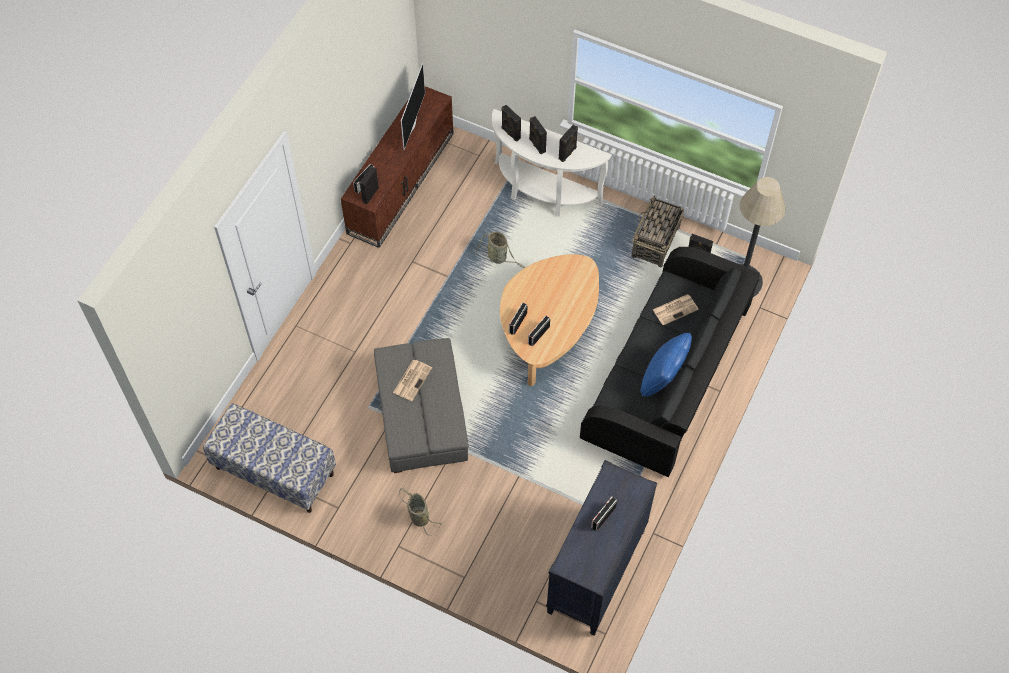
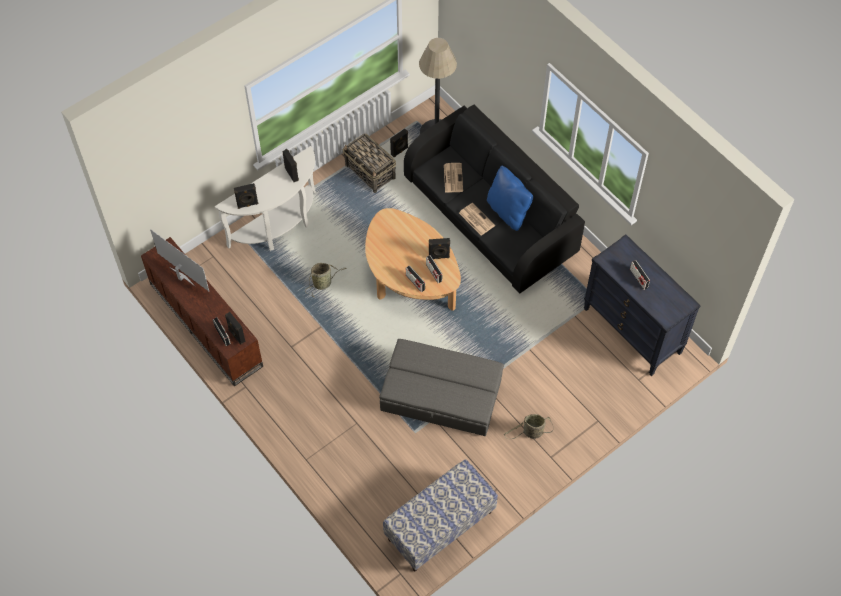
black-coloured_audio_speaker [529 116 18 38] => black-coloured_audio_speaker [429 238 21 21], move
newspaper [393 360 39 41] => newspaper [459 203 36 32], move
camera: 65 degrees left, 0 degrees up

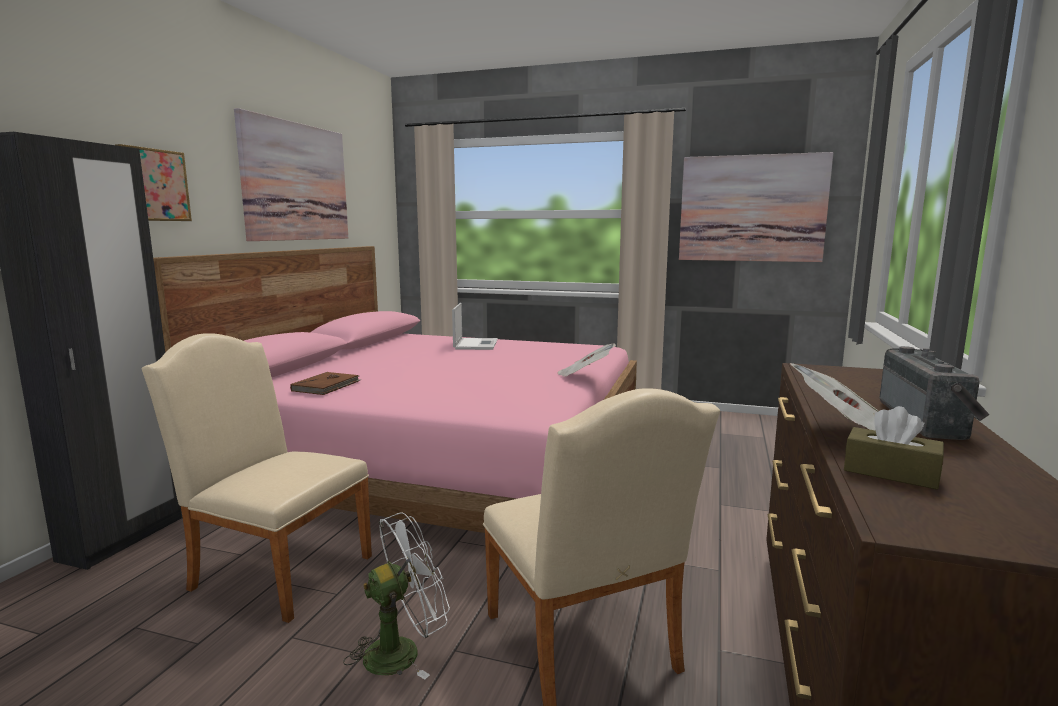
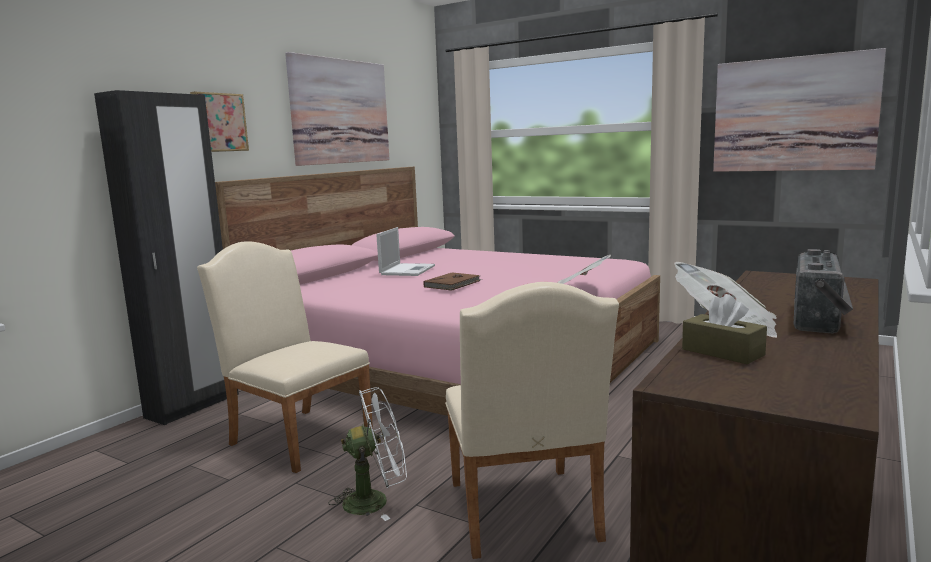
notebook_computer [452 303 46 47] => notebook_computer [376 227 59 49], move
brown-coloured_volume [290 372 72 23] => brown-coloured_volume [423 272 60 19], move
camera: 15 degrees right, 0 degrees up

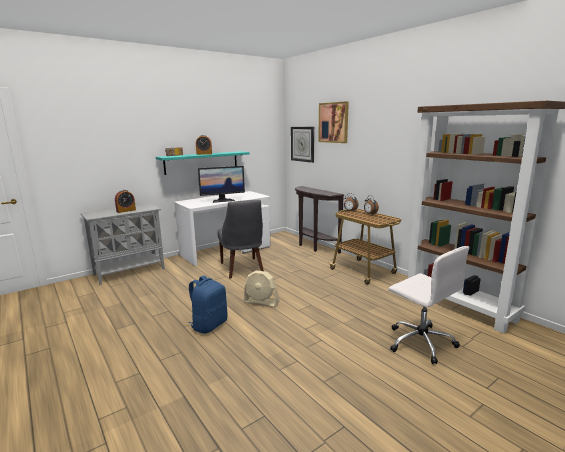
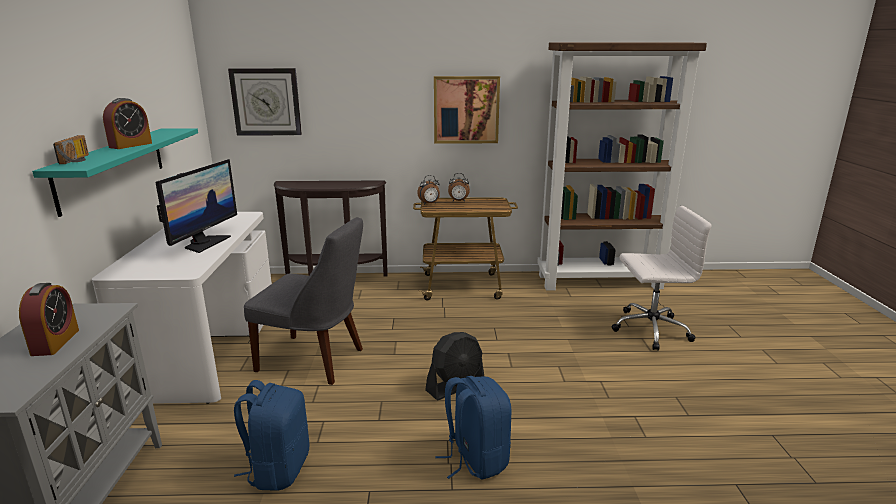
nothing => bluish_rucksack [234 380 75 111]
sand-coloured_cooling_fan [244 270 36 37] => black-coloured_cooling_fan [425 332 60 68]
wall_art [318 101 31 42] => wall_art [434 76 66 68], move
camera: 55 degrees left, 5 degrees up

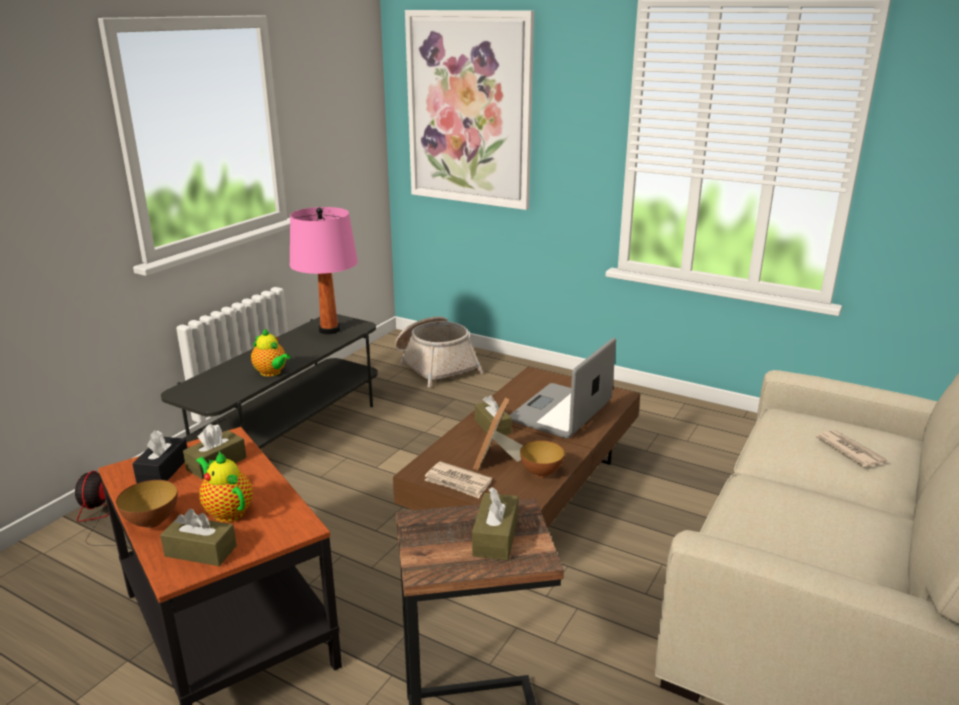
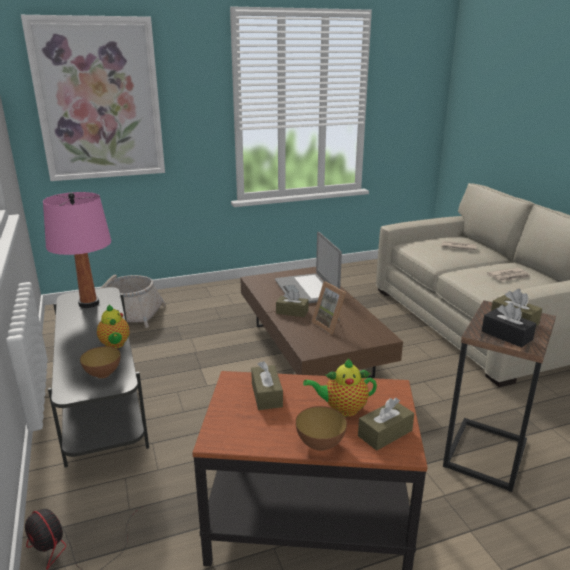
bowl [520 440 45 37] => bowl [80 346 41 32], move
pot_for_tea [251 328 40 49] => pot_for_tea [97 305 32 43], 75 degrees clockwise
black-coloured_tissue_holder [132 430 55 53] => black-coloured_tissue_holder [482 303 54 45], move
newspaper [425 461 67 37] => newspaper [487 268 43 14], move
camera: 50 degrees left, 0 degrees up

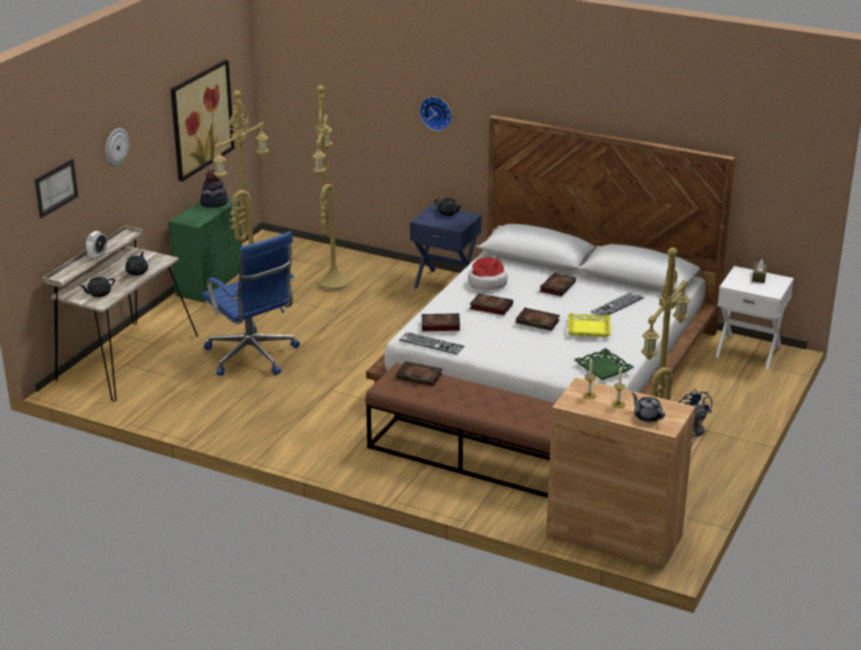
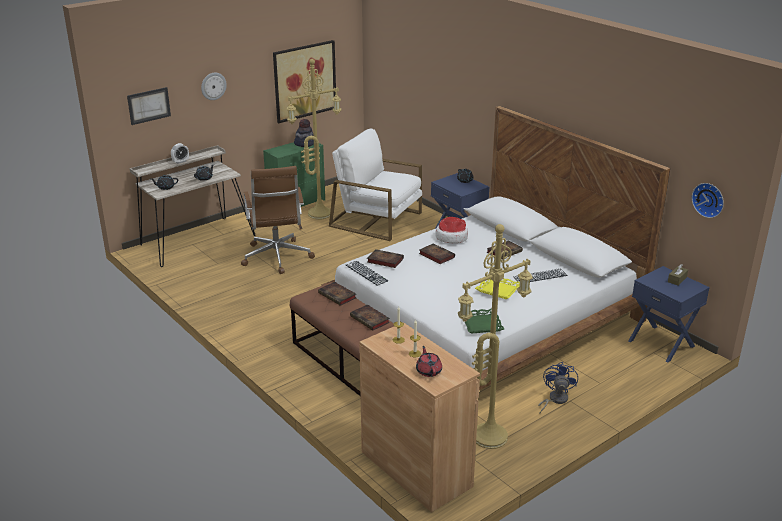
bluish_desk_chair [202 231 98 145] => brown-coloured_desk_chair [241 166 74 108]
yellow-coloured_floor_lamp [313 85 37 207] => white-coloured_easy_chair [329 128 93 113]
volume [516 308 44 23] => volume [350 304 40 27], move
grey_pot_for_tea [632 392 33 30] => reddish_pot_for_tea [416 346 26 31]
white-coloured_night_table [716 266 78 103] => bluish_night_table [628 266 82 97]
wall_clock [419 97 33 34] => wall_clock [692 183 32 35], move
camera: 25 degrees right, 0 degrees up

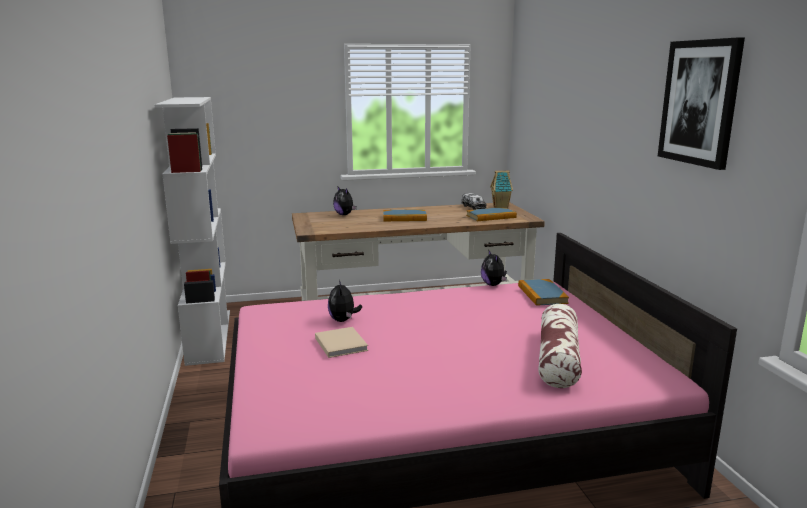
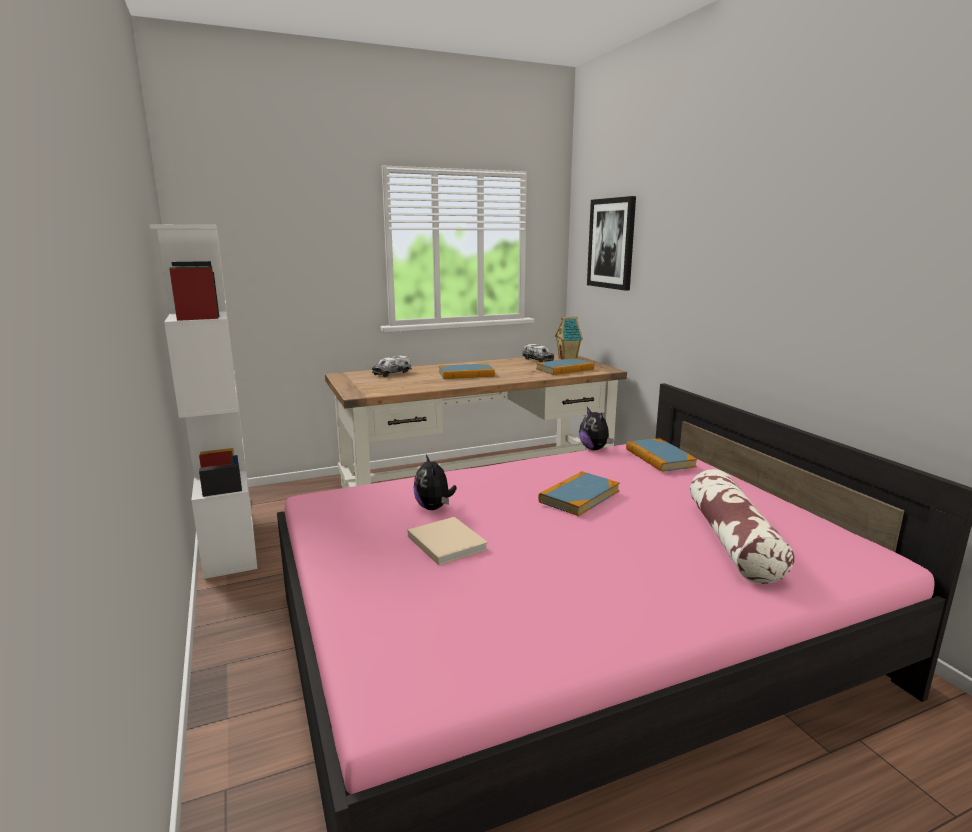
cuddly_toy [333 186 23 29] => toy_truck [372 355 39 22]
nothing => volume [538 471 82 45]
wall_art [658 37 87 133] => wall_art [587 196 49 95], move
camera: 10 degrees left, 0 degrees up

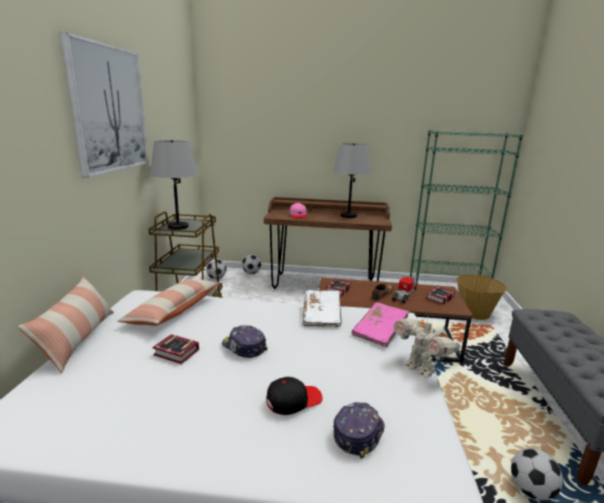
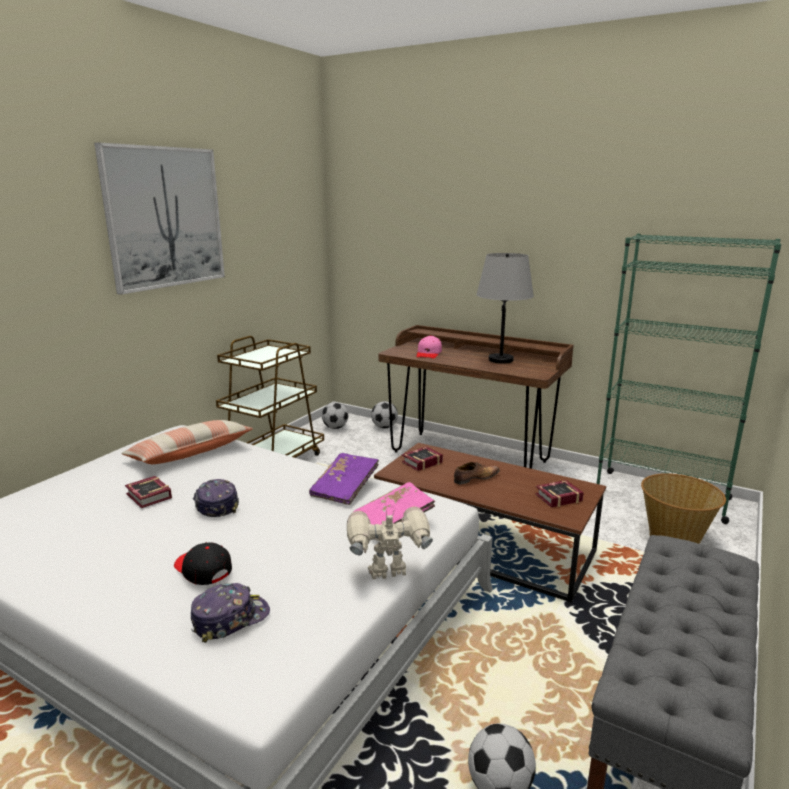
black-coloured_cap [266 377 56 38] => black-coloured_cap [174 542 58 43], 135 degrees counterclockwise
white-coloured_volume [303 290 39 37] => purple-coloured_volume [309 453 70 52]
model_robot [394 318 66 60] => model_robot [347 506 86 73], 90 degrees clockwise
throw_pillow [18 276 96 98] => nothing
grey_tabletop_lamp [150 140 48 90] => nothing
toy_truck [392 274 26 30] => nothing
camera: 25 degrees right, 0 degrees up

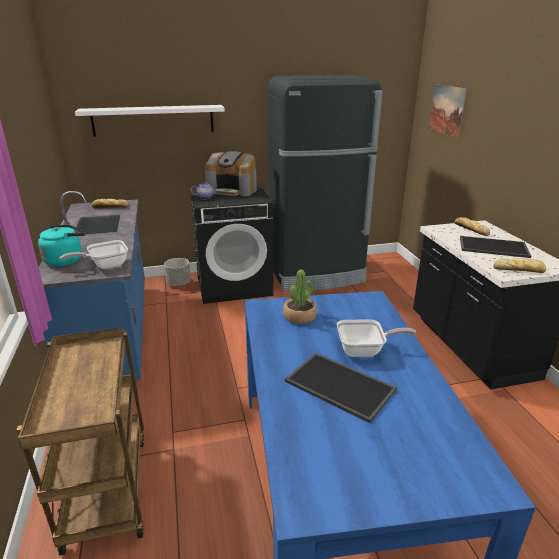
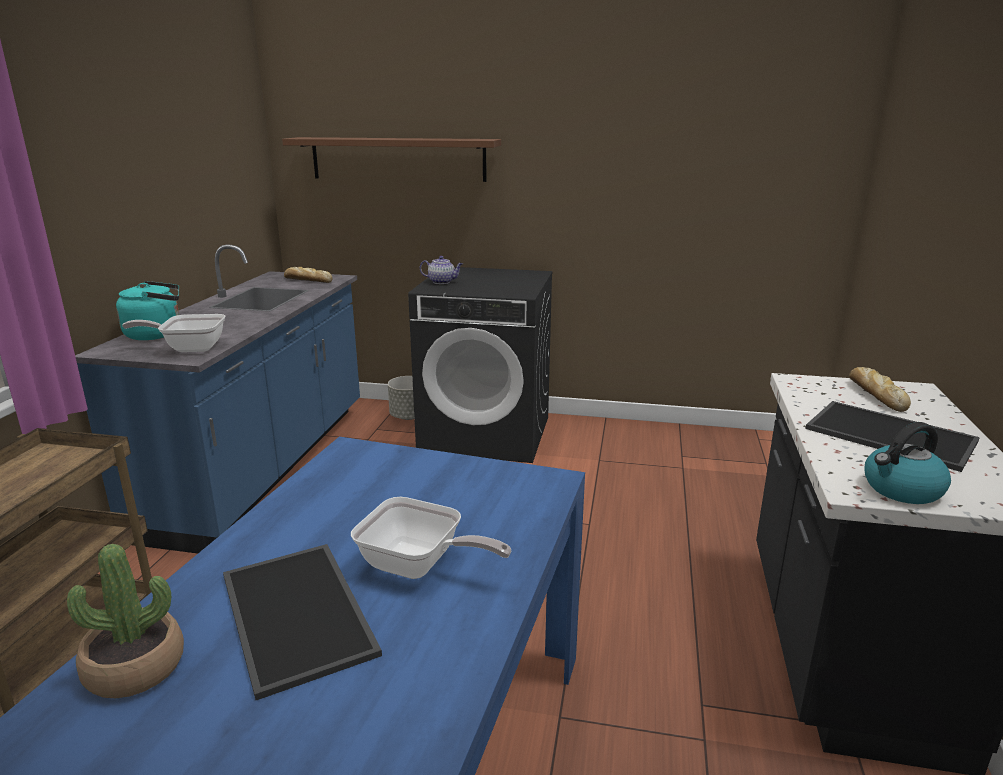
houseplant [283 270 34 54] => houseplant [67 544 117 154], move
white-coloured_shelf [75 105 150 31] => brown-coloured_shelf [282 137 219 45]
bread [493 258 53 15] => tea_kettle [864 422 87 82]
coffee_maker [205 151 52 45] => nothing
black-coloured_refrigerator [268 75 114 216] => nothing
wall_art [429 84 39 54] => nothing
camera: 25 degrees right, 5 degrees down

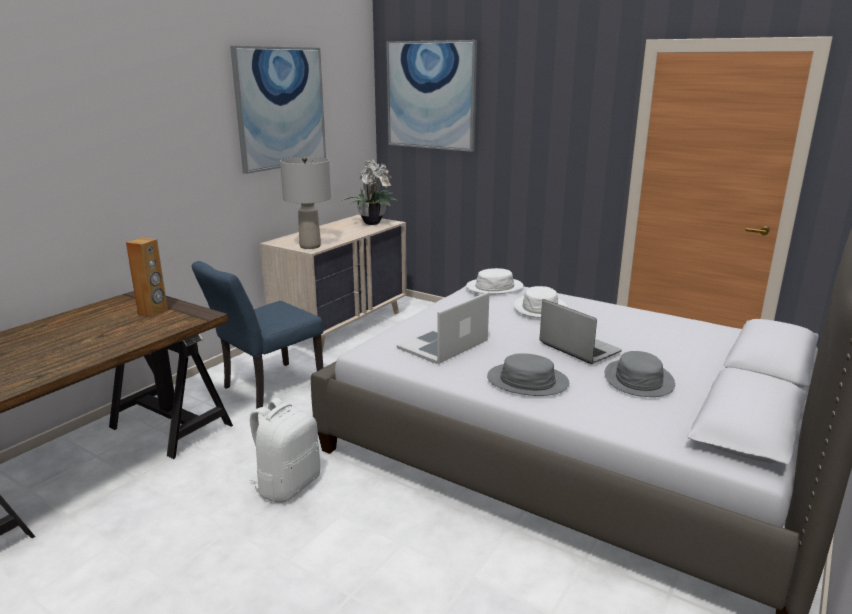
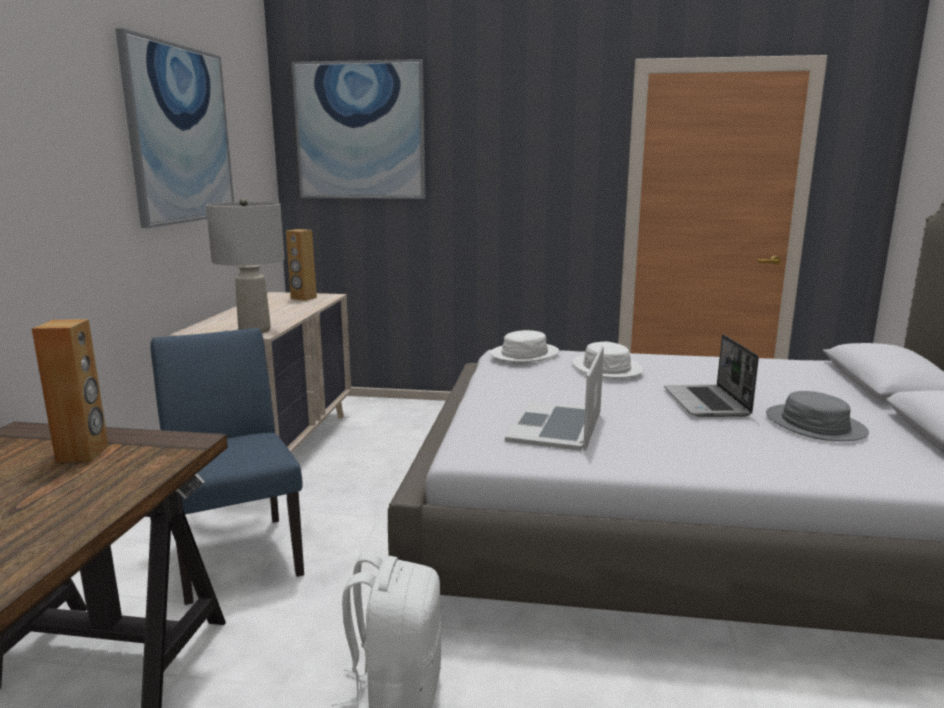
bluish_plain_chair [192 261 131 148] => bluish_plain_chair [150 328 154 277], 135 degrees clockwise
houseplant [342 160 57 65] => brown-coloured_audio_speaker [286 229 31 72]
notebook_computer [540 299 82 65] => notebook_computer [664 334 95 83], 120 degrees counterclockwise
grey_wearable_hat [487 353 82 43] => nothing
camera: 25 degrees left, 5 degrees down

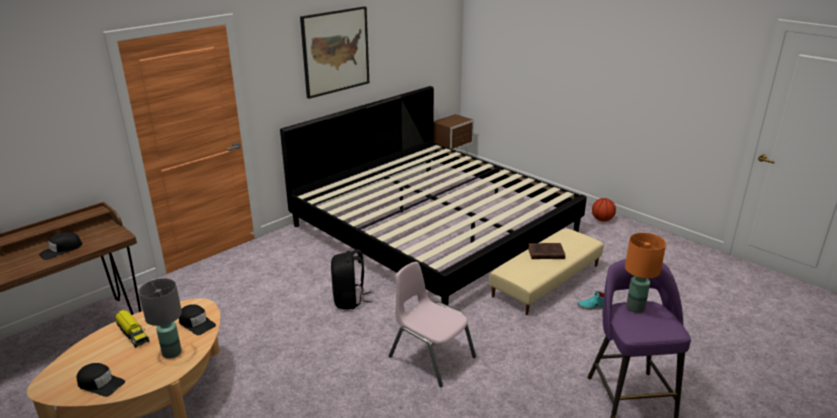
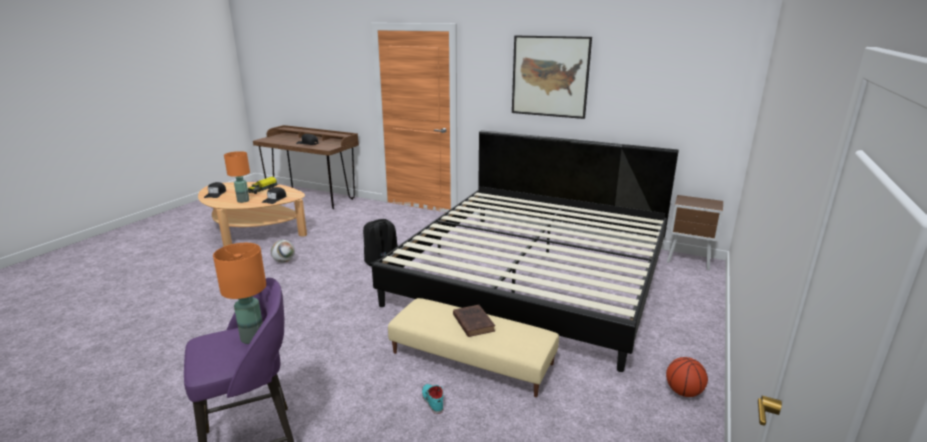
grey_tabletop_lamp [139 278 43 81] => orangey_tabletop_lamp [224 151 26 52]
nothing => football [271 240 24 23]
pink-coloured_plain_chair [389 262 87 125] => nothing
camera: 70 degrees right, 5 degrees down

